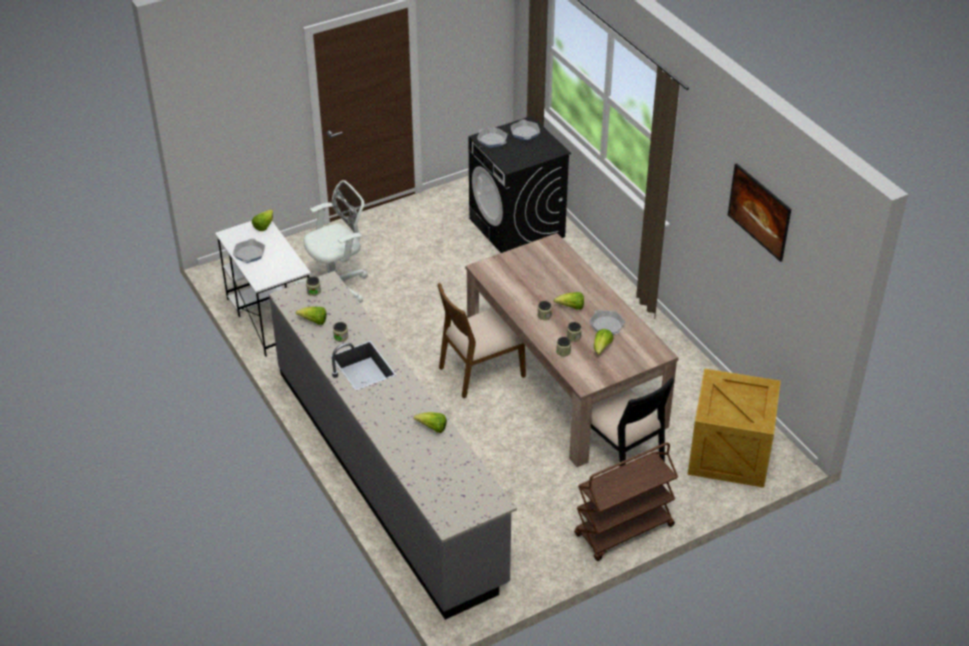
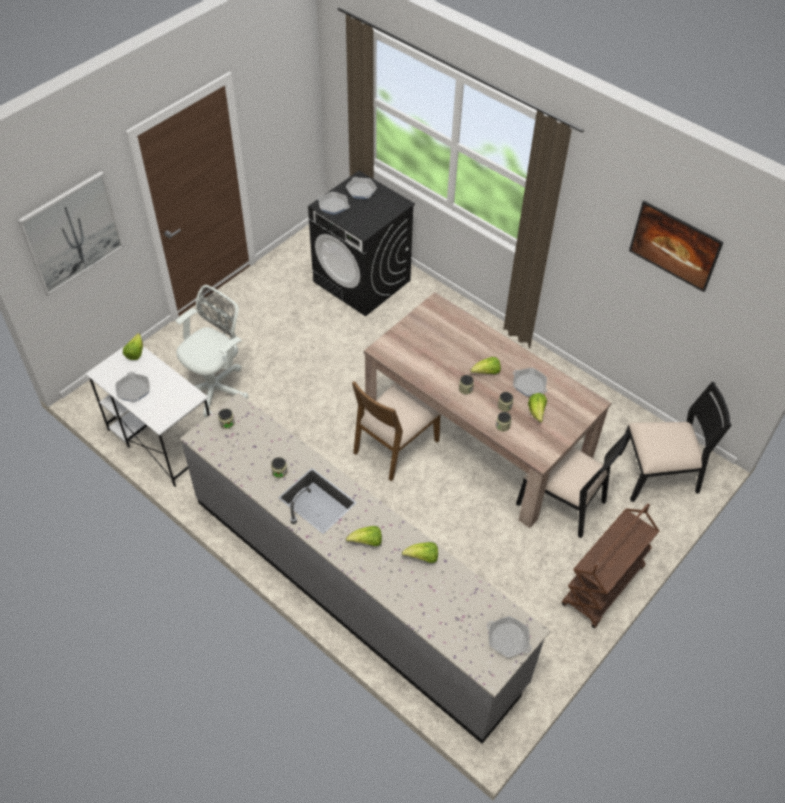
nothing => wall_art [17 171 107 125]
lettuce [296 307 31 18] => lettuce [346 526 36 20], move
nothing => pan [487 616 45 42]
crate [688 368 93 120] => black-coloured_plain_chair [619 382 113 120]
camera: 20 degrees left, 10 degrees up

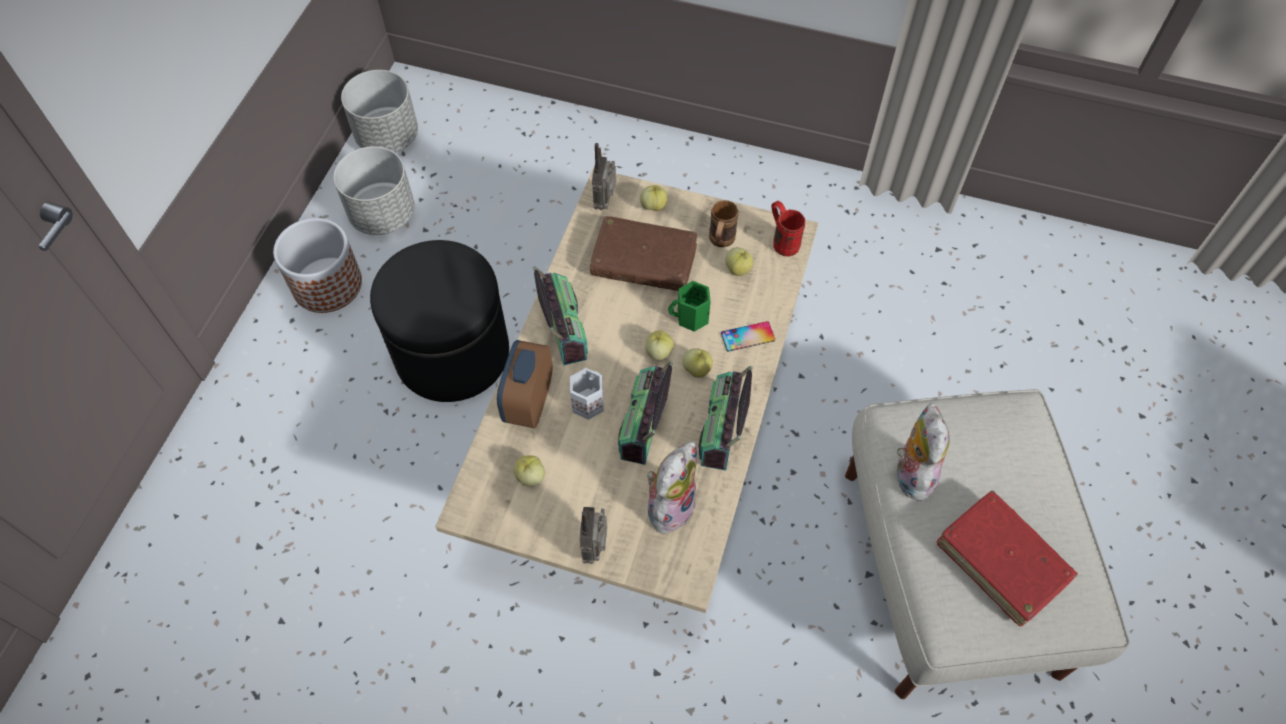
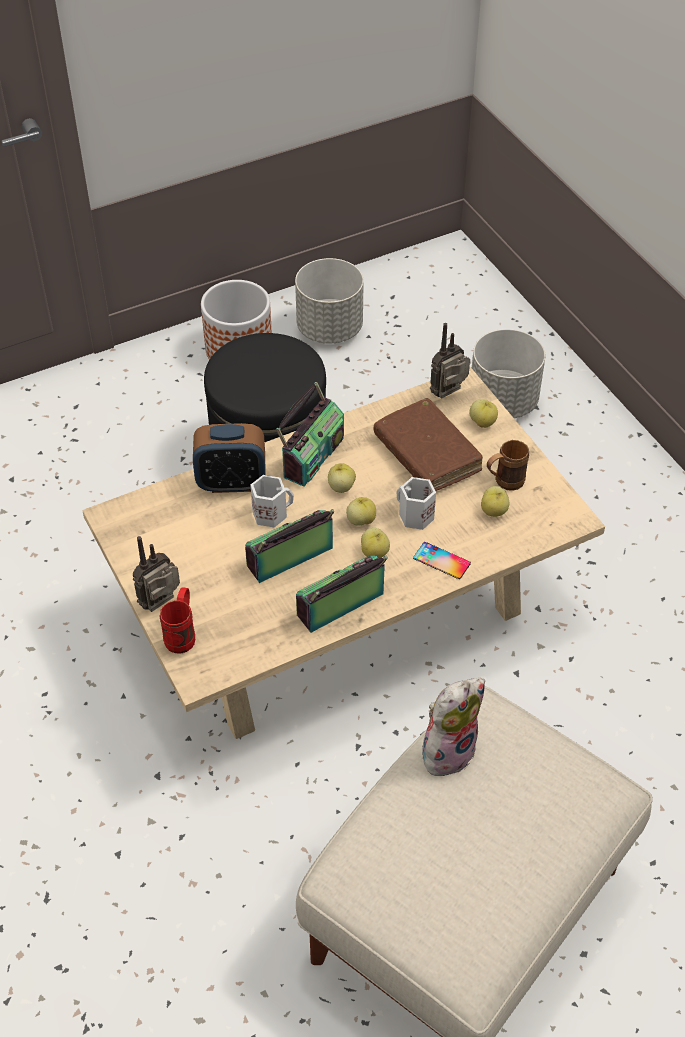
reddish_coffee_mug [771 201 34 55] => reddish_coffee_mug [159 587 36 67], move
alarm_clock [497 340 55 88] => alarm_clock [193 423 72 70], 150 degrees counterclockwise
apple [514 455 31 31] => apple [328 463 28 30], move
green_coffee_mug [668 281 43 51] => white-coloured_coffee_mug [397 477 39 53]
grey_planter [341 70 77 83] => grey_planter [472 329 73 89], move
cuddly_toy [647 442 50 95] => nothing
reddish_volume [937 490 141 136] => nothing
camera: 45 degrees right, 10 degrees down

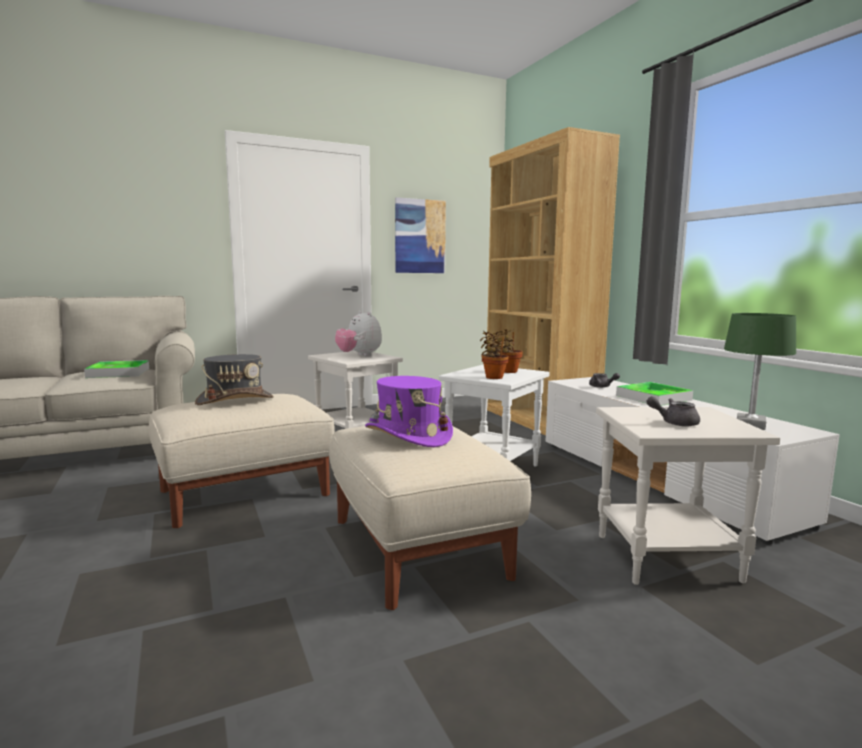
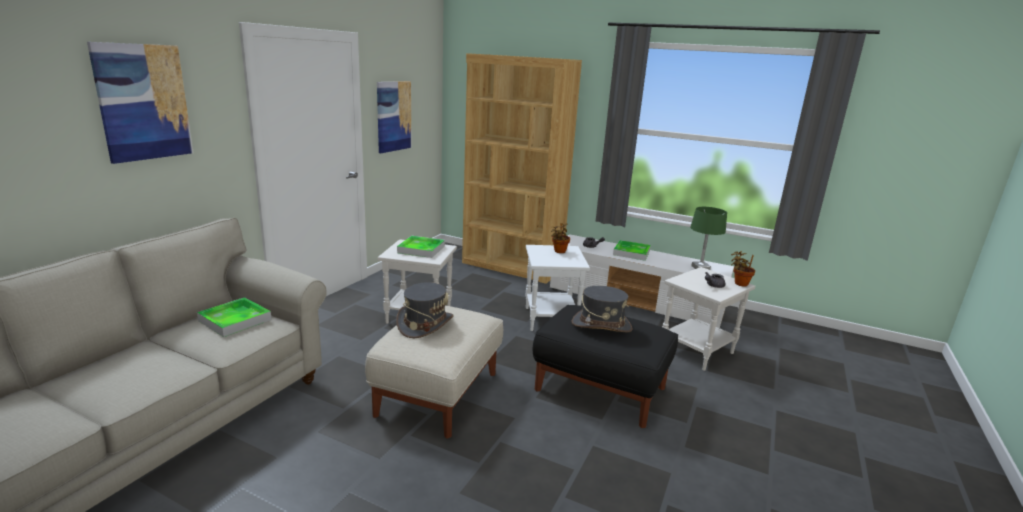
nothing => wall_art [87 42 106 122]
cuddly_toy [335 311 47 45] => carrying_tray [397 236 48 22]
sand-coloured_ottoman [329 426 202 184] => black-coloured_ottoman [533 305 145 123]
purple-coloured_wearable_hat [365 376 88 71] => grey_wearable_hat [571 286 62 46]
houseplant [480 331 29 48] => houseplant [731 251 24 36], move
camera: 40 degrees left, 10 degrees up

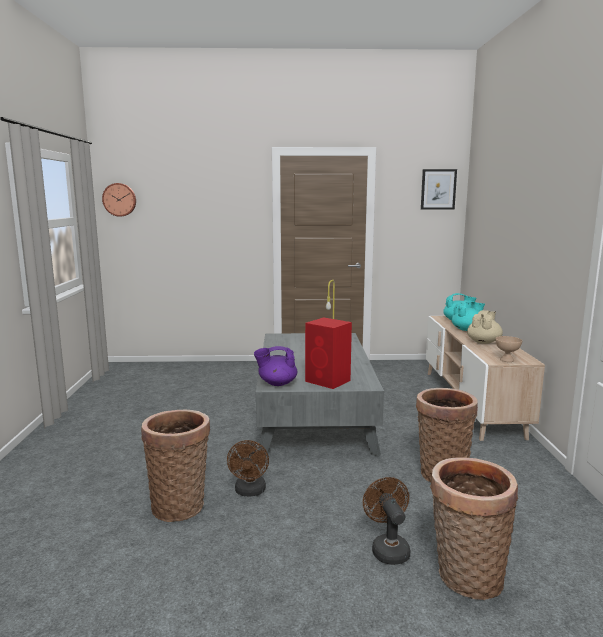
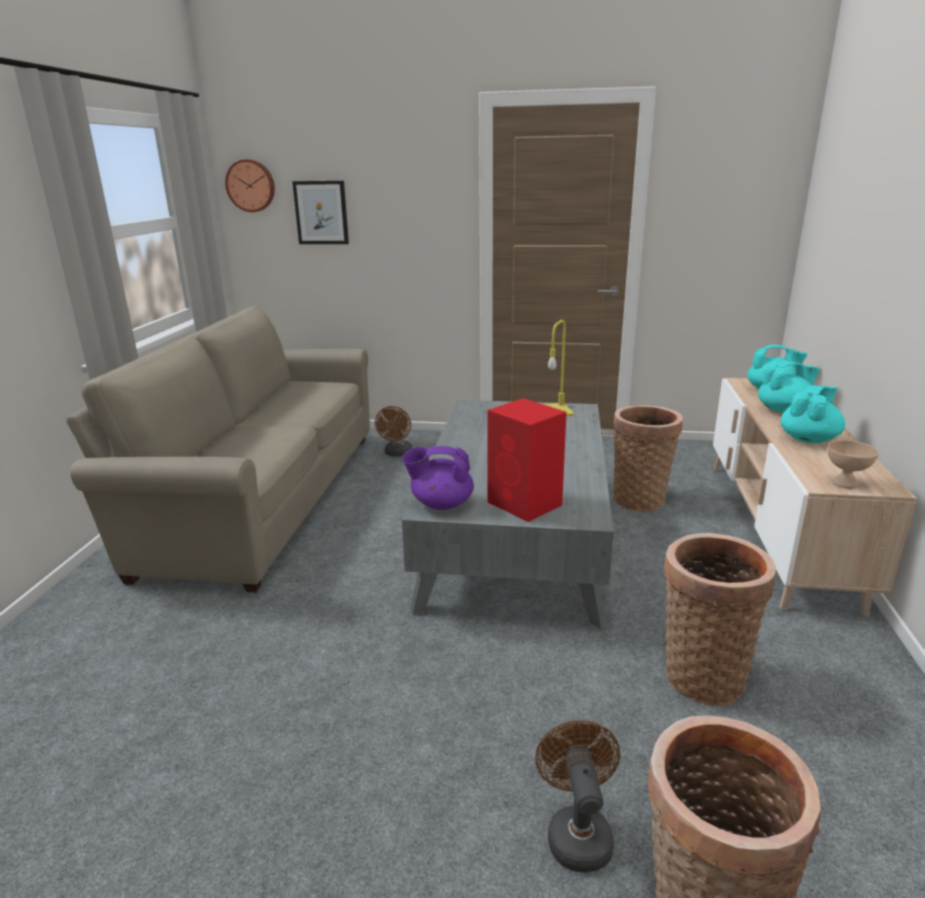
nothing => sand-coloured_sofa [66 306 304 286]
wall_art [421 169 36 41] => wall_art [292 181 57 63], move
brown-coloured_cooling_fan [227 440 42 56] => brown-coloured_cooling_fan [375 406 37 51], move
household_basket [141 410 69 112] => household_basket [613 405 70 107], move
sand-coloured_pot_for_tea [467 310 36 34] => turquoise_pot_for_tea [780 385 65 58]
camera: 10 degrees right, 10 degrees up

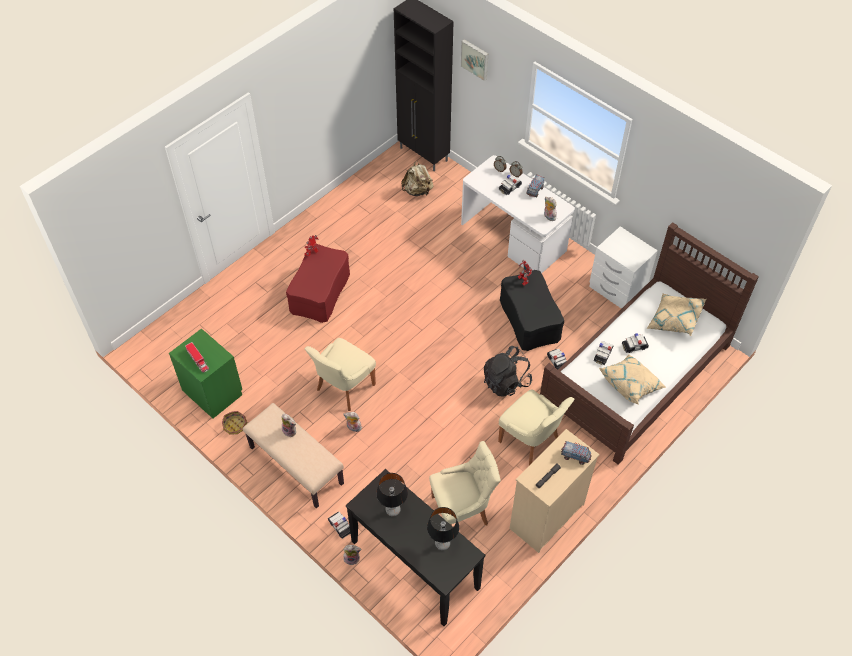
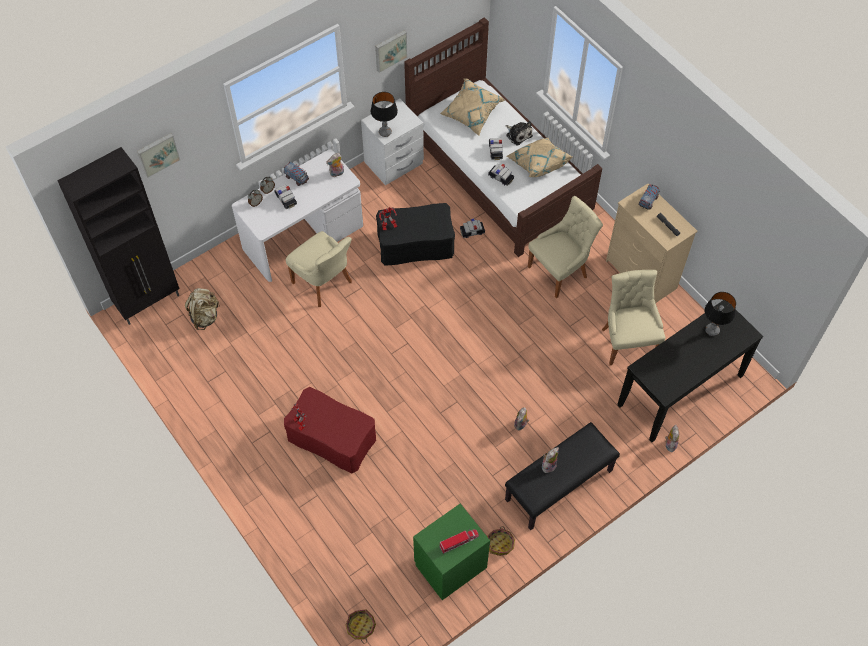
sand-coloured_plain_chair [304 338 72 73] => sand-coloured_plain_chair [286 231 66 76], move
nothing => household_basket [345 609 31 35]
tabletop_lamp [376 473 32 43] => tabletop_lamp [371 92 27 45], move
nothing => wall_art [375 30 32 43]
nothing => cuddly_toy [505 121 28 25]
sand-coloured_long_seat [243 403 101 106] => black-coloured_long_seat [505 422 115 108]
model_car [328 512 22 27] => nothing
black-coloured_rucksack [484 346 48 51] => nothing
camera: 80 degrees left, 5 degrees up

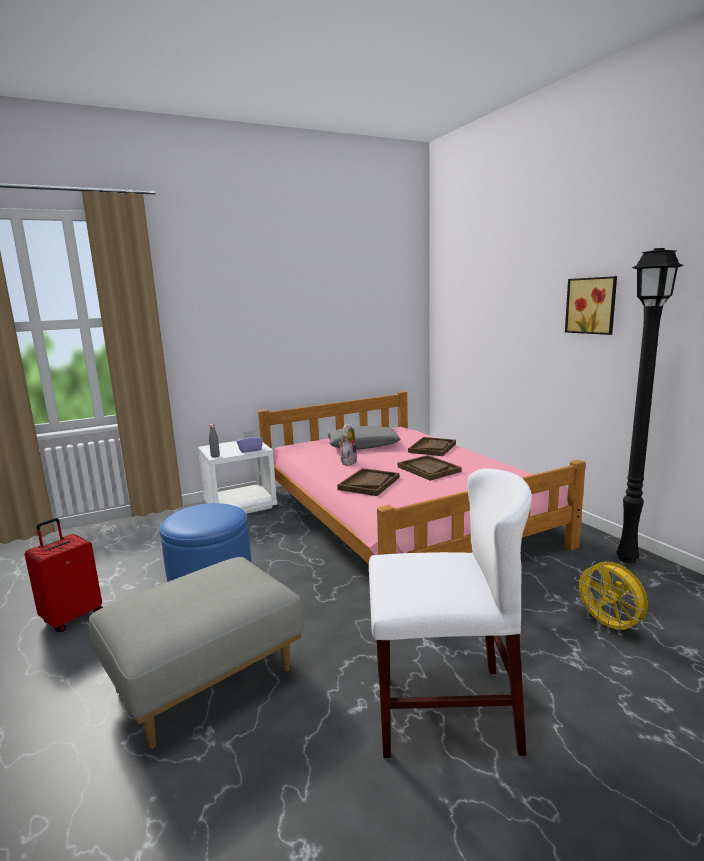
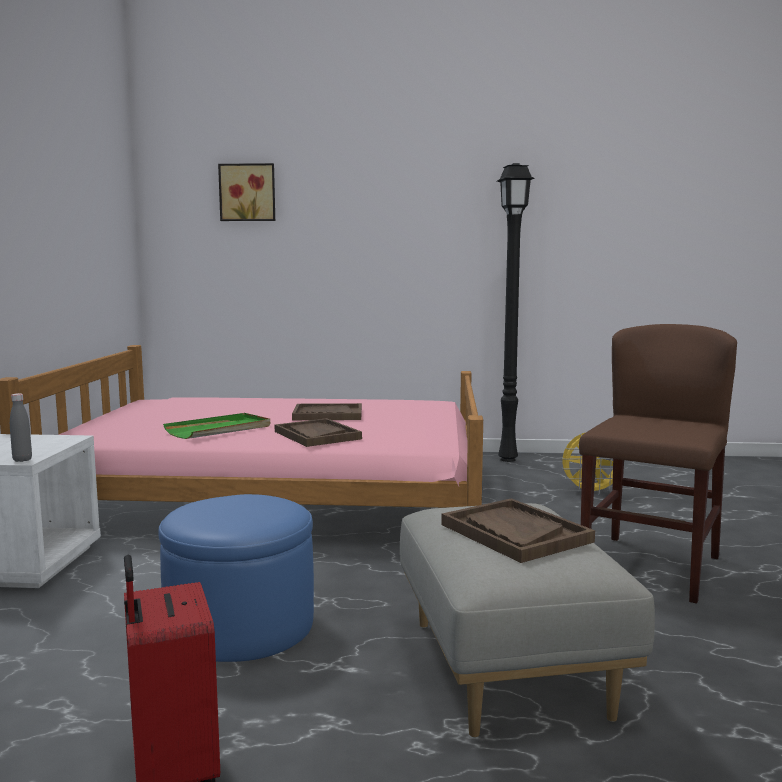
cuddly_toy [339 423 18 42] => green_carrying_tray [163 413 107 26]
wall_art [565 276 52 59] => wall_art [218 163 57 58], move
brown-coloured_carrying_tray [408 437 48 19] => brown-coloured_carrying_tray [441 498 154 65], move
white-coloured_plain_chair [369 468 163 290] => brown-coloured_plain_chair [579 324 158 280]
purple-coloured_tissue_holder [236 430 27 23] => nothing
grey_throw_pillow [328 426 72 24] => nothing
camera: 60 degrees left, 5 degrees down

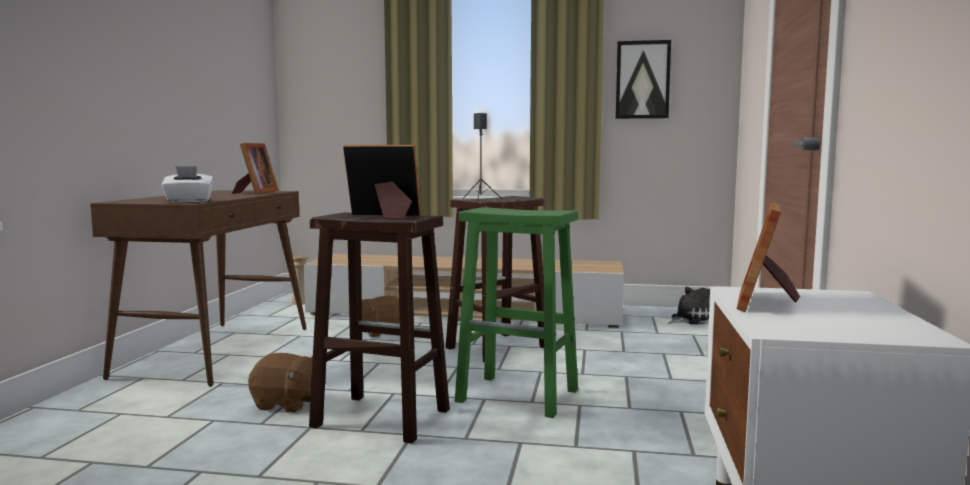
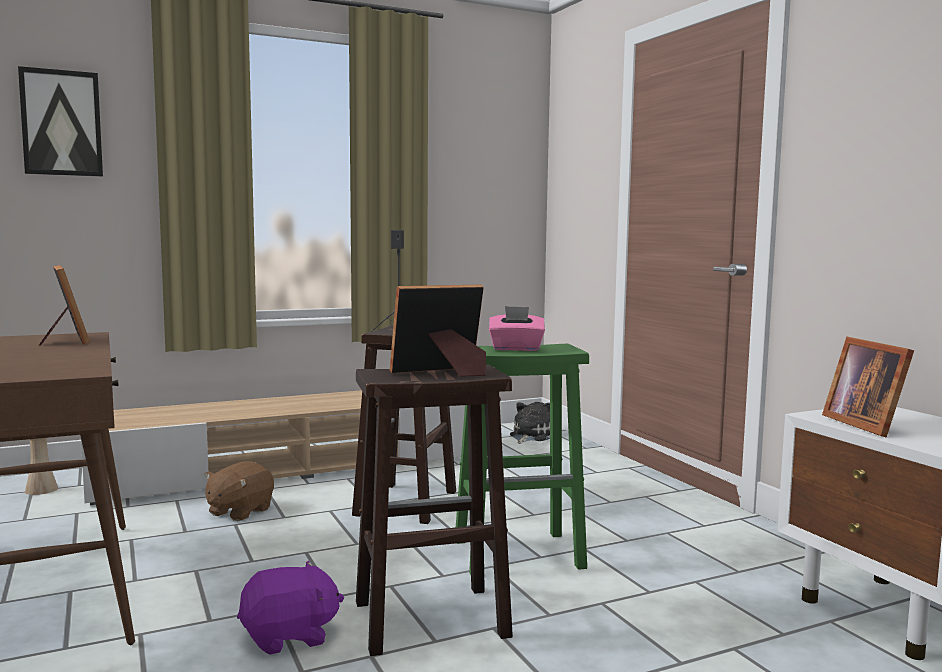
wall_art [616 40 55 79] => wall_art [18 66 85 111], move
brown-coloured_cuddly_toy [248 353 65 60] => purple-coloured_cuddly_toy [237 561 107 94]
nothing => pink-coloured_tissue_holder [489 306 56 45]
white-coloured_tissue_holder [161 166 53 36] => nothing
camera: 35 degrees left, 0 degrees up

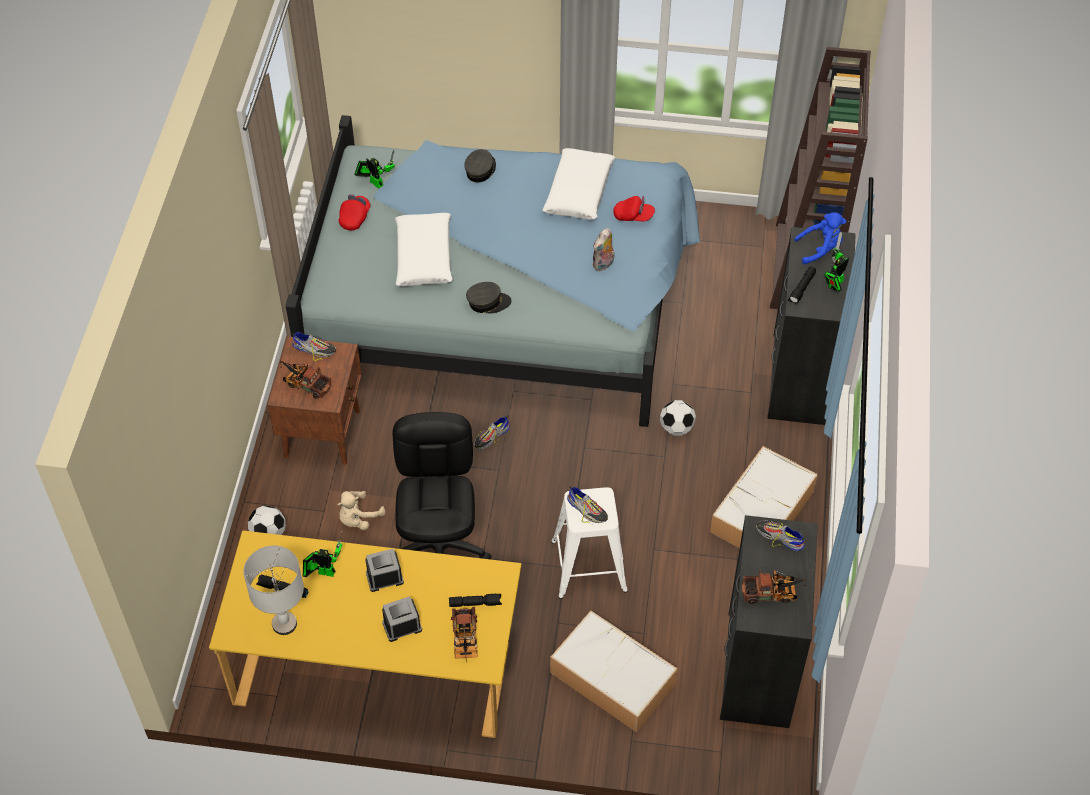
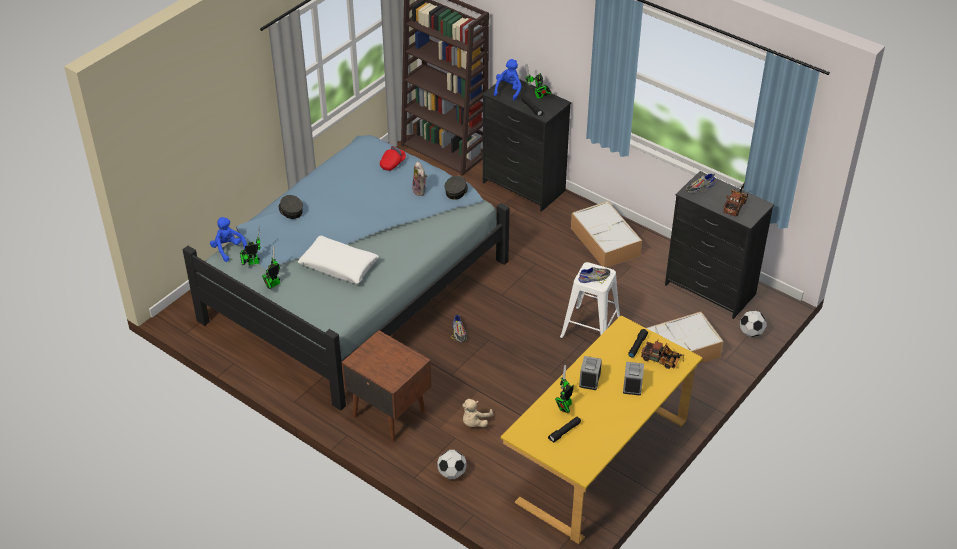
nothing => bluish_cuddly_toy [210 217 37 45]
reddish_cap [338 194 32 36] => model_robot [262 246 19 43]
grey_cap [466 282 46 31] => grey_cap [445 175 23 25], move
sand-coloured_cuddly_toy [338 491 48 39] => sand-coloured_cuddly_toy [462 399 32 28], 45 degrees clockwise
football [660 400 36 36] => football [740 311 27 26], move
grey_tabletop_lamp [243 546 61 89] => nothing
toy_truck [280 361 52 37] => nothing
shoe [292 332 44 29] => nothing
black-coloured_desk_chair [392 412 100 147] => nothing
white-coloured_throw_pillow [543 148 72 72] => nothing
camera: 60 degrees left, 10 degrees down

